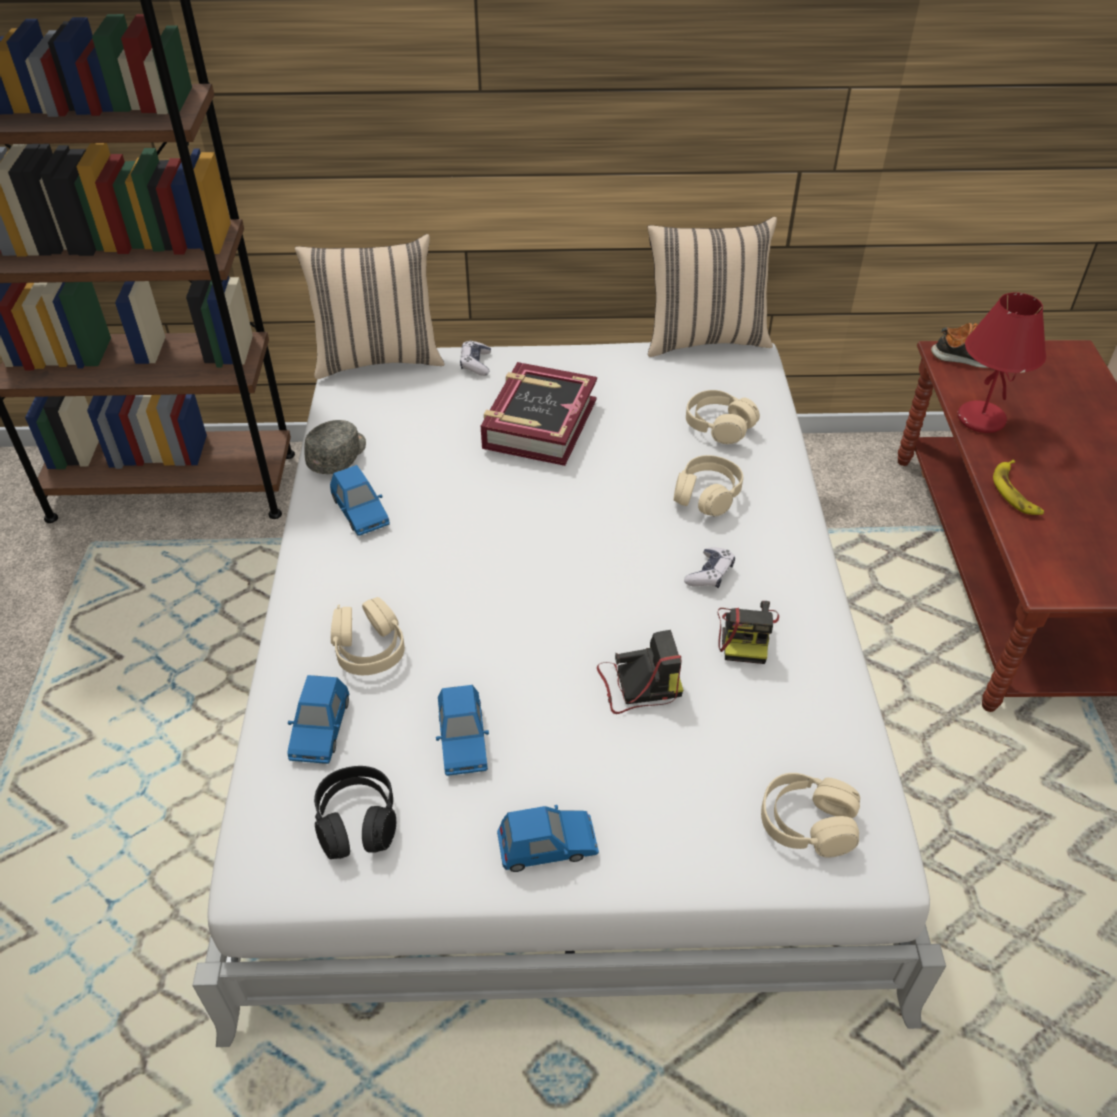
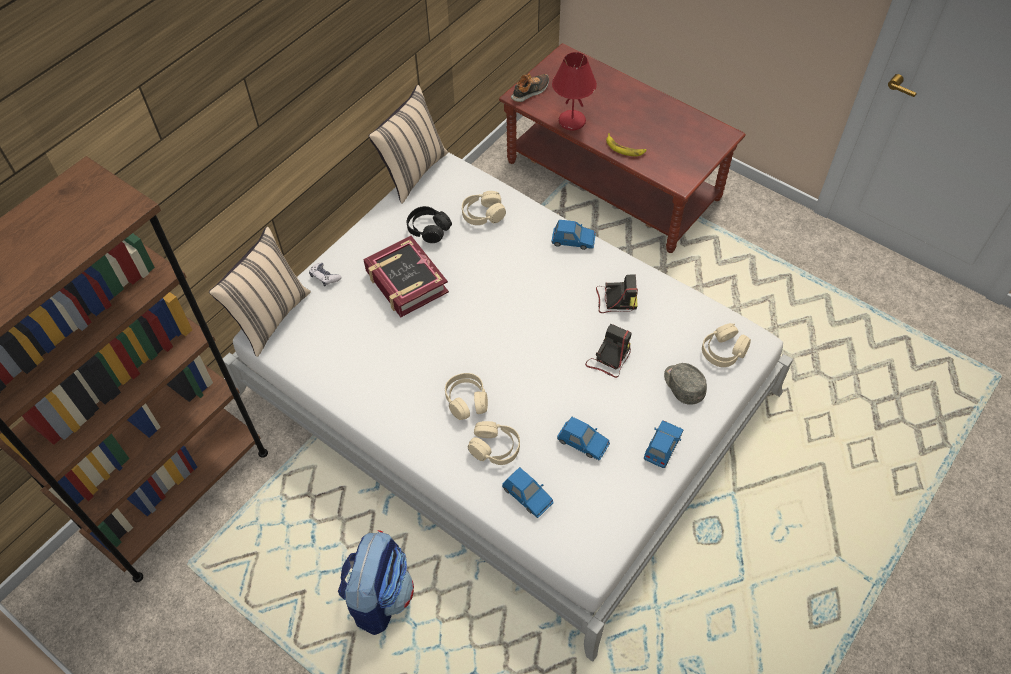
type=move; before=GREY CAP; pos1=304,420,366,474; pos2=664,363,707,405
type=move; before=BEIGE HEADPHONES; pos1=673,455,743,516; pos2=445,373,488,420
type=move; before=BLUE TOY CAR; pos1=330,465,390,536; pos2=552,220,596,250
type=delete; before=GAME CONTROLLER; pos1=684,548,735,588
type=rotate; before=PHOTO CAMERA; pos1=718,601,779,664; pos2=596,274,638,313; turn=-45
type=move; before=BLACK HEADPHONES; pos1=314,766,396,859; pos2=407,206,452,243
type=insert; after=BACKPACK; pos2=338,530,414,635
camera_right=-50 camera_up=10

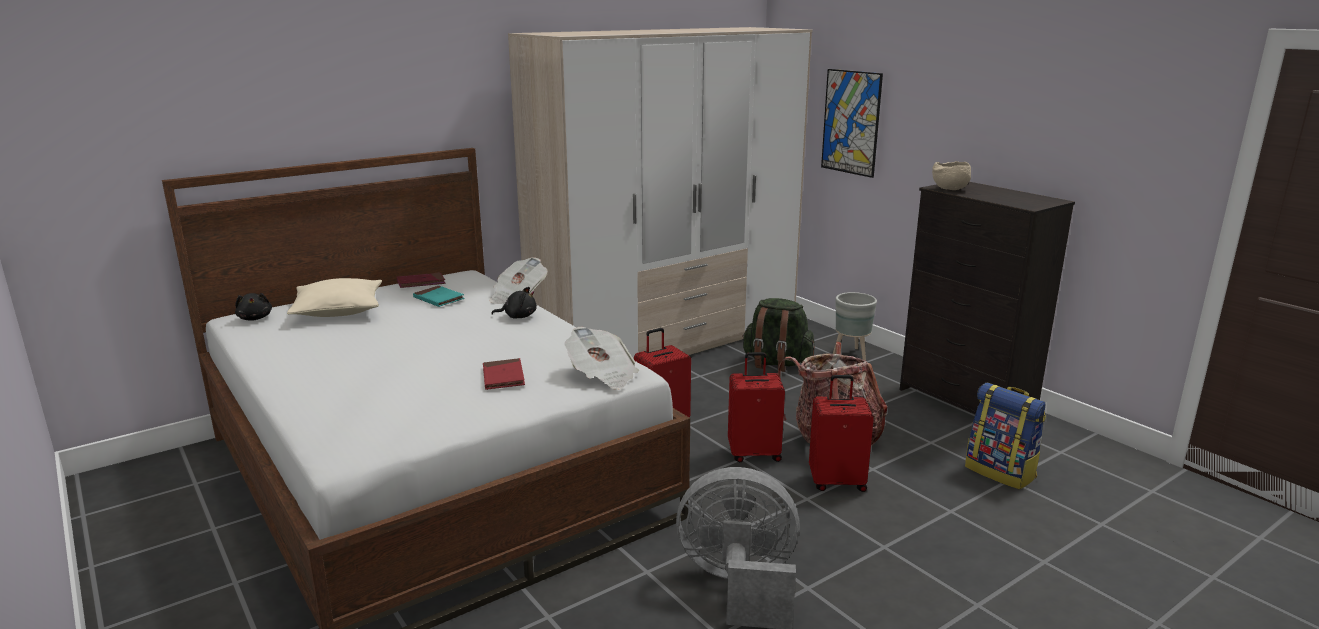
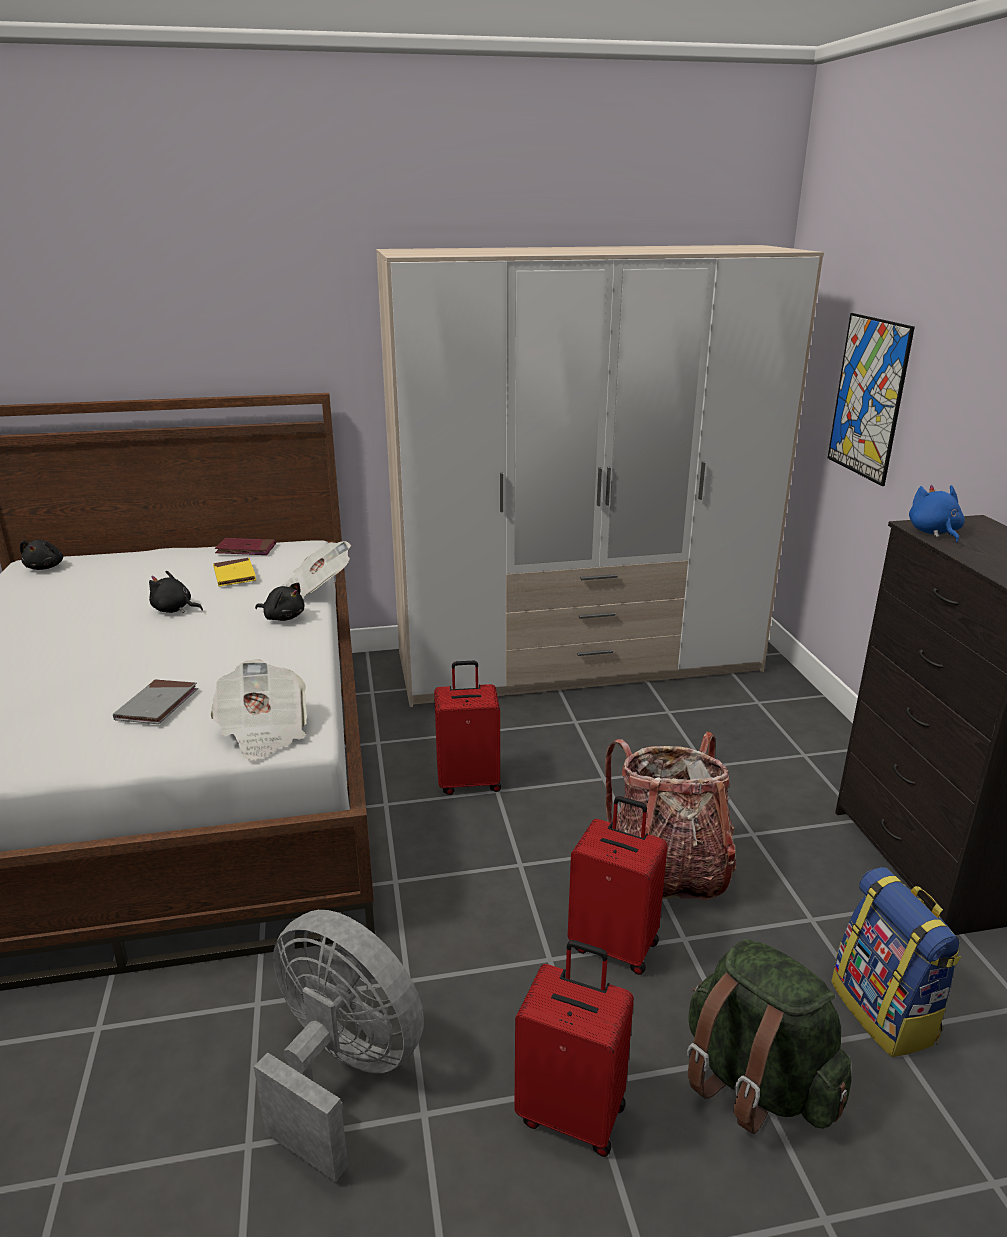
type=replace; before=BEIGE BOWL; after=BLUE PLUSH TOY; pos1=932,161,971,190; pos2=909,485,965,543
type=delete; before=BEIGE PILLOW; pos1=287,278,382,317
type=recolor; before=TURQUOISE BOOK; after=YELLOW BOOK; pos1=413,286,465,307; pos2=213,558,256,587
type=delete; before=GREY PLANTER; pos1=833,292,877,360
type=move; before=GREEN BACKPACK; pos1=742,298,815,372; pos2=687,939,852,1134
type=move; before=RED SUITCASE; pos1=728,352,785,462; pos2=514,940,634,1157
type=recolor; before=RED BOOK; after=GREY BOOK; pos1=483,358,525,390; pos2=113,679,198,724
type=insert; after=BLACK PLUSH TOY; pos2=149,571,203,613
camera_right=25 camera_up=5

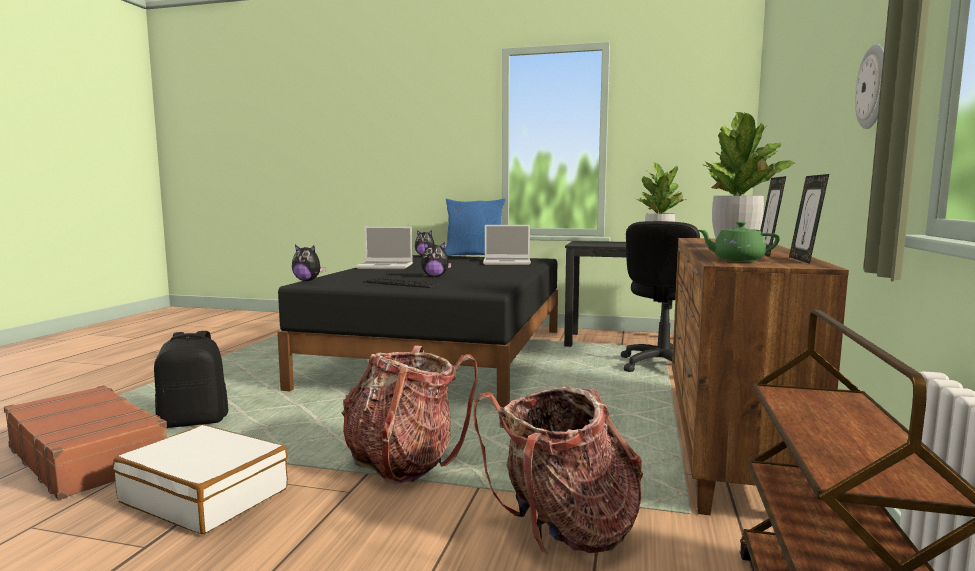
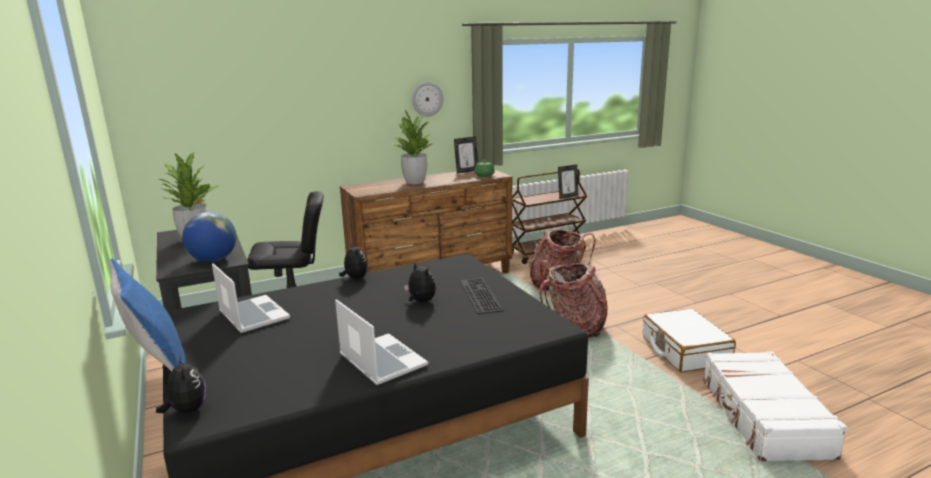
type=move; before=PICTURE FRAME; pos1=760,176,786,257; pos2=558,164,578,199
type=move; before=PLUSH TOY; pos1=292,245,326,281; pos2=339,242,368,279
type=delete; before=BLACK BACKPACK; pos1=154,331,228,428
type=recolor; before=BROWN SUITCASE; after=WHITE SUITCASE; pos1=4,385,167,500; pos2=703,351,848,461
type=insert; after=GLOBE; pos2=182,212,237,262
camera_right=-130 camera_up=10

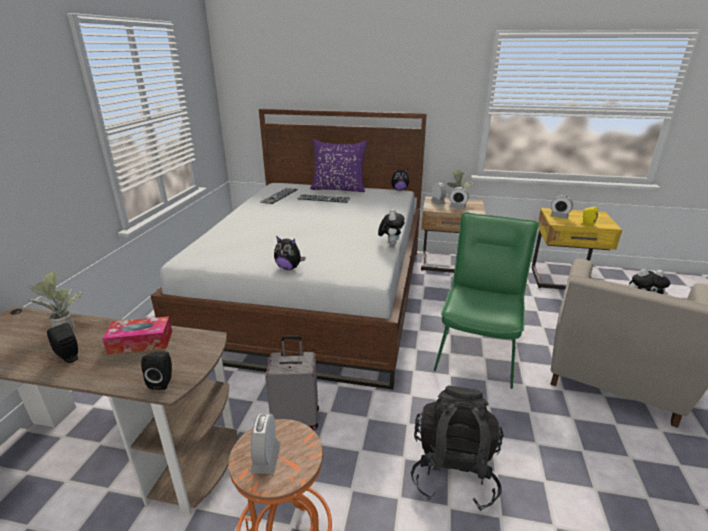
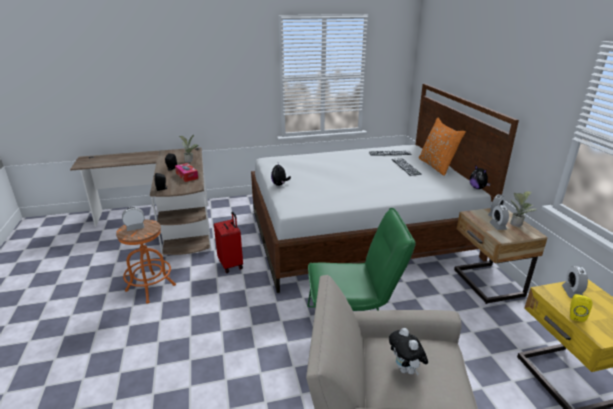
type=recolor; before=PURPLE PILLOW; after=ORANGE PILLOW; pos1=310,139,367,192; pos2=419,118,466,176
type=delete; before=PLUSH TOY; pos1=378,209,405,245
type=recolor; before=GREY SUITCASE; after=RED SUITCASE; pos1=265,335,319,430; pos2=214,212,243,273
type=delete; before=BLACK BACKPACK; pos1=411,386,504,511
camera_right=65 camera_up=0

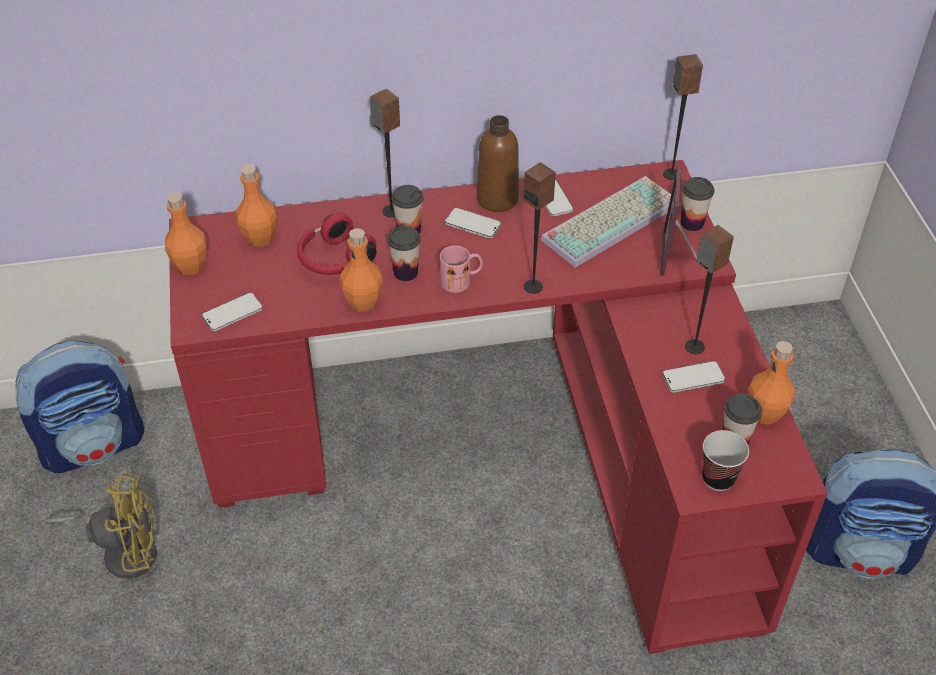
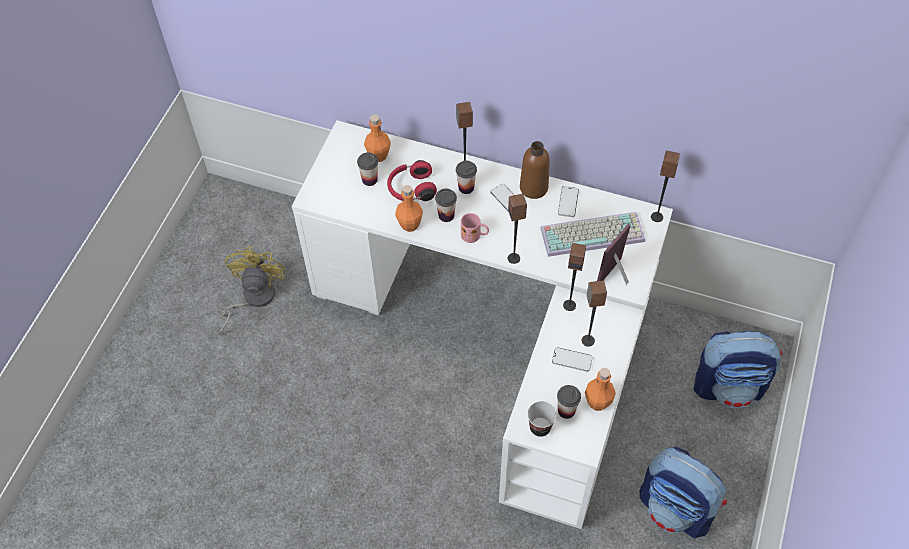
type=recolor; before=RED DESK; after=WHITE DESK; pos1=169,160,827,654; pos2=292,120,673,529
type=move; before=CUP; pos1=681,177,714,231; pos2=357,152,378,186
type=delete; before=ORANGE BOTTLE; pos1=165,192,206,275
type=delete; before=PHONE; pos1=202,293,263,331
type=move; before=BACKPACK; pos1=15,340,144,473; pos2=694,331,782,408
type=rotate; before=YELLOW FAN; pos1=44,473,157,579; pos2=219,247,285,334; turn=-105
type=insert; after=SPEAKER; pos2=563,243,586,311
camera_right=30 camera_up=10

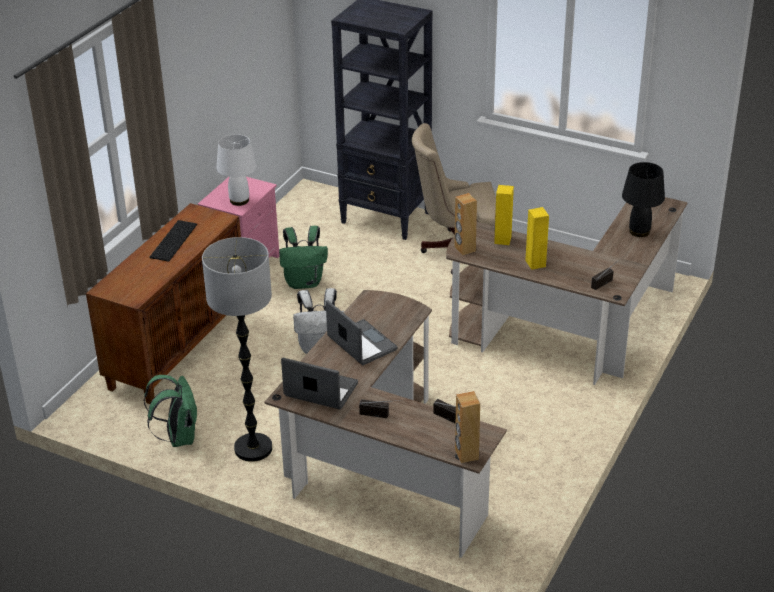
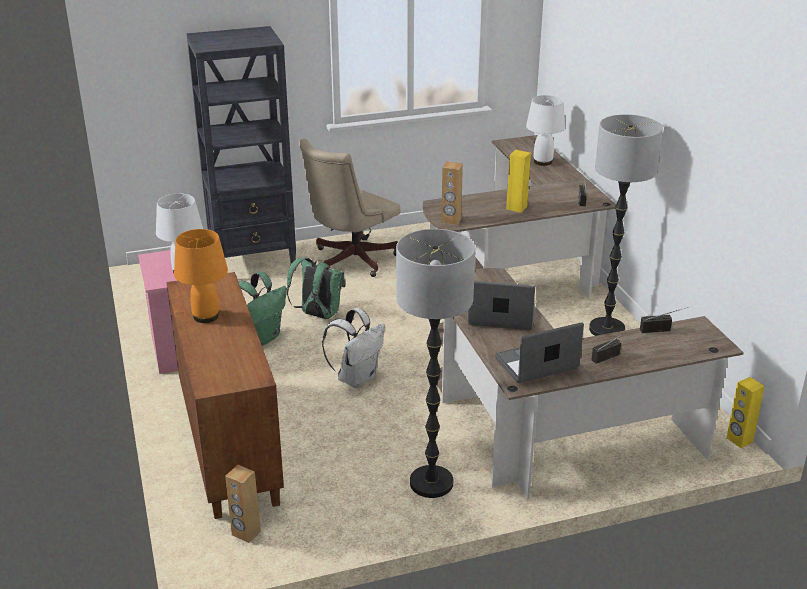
type=recolor; before=BLACK TABLE LAMP; after=WHITE TABLE LAMP; pos1=622,162,665,237; pos2=526,95,565,166
type=move; before=YELLOW SPEAKER; pos1=494,185,514,245; pos2=726,377,765,448
type=replace; before=KEYBOARD; after=ORANGE TABLE LAMP; pos1=150,220,197,262; pos2=174,229,228,323
type=move; before=GREEN BACKPACK; pos1=144,375,197,447; pos2=287,257,346,319
type=move; before=BROWN SPEAKER; pos1=455,391,480,463; pos2=225,465,261,543
type=insert; after=FLOOR LAMP; pos2=589,114,663,336
camera_right=-45 camera_up=-5

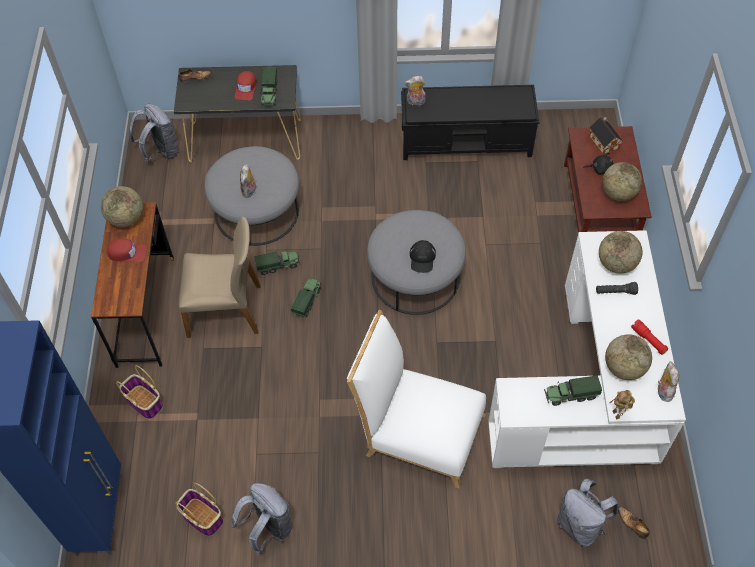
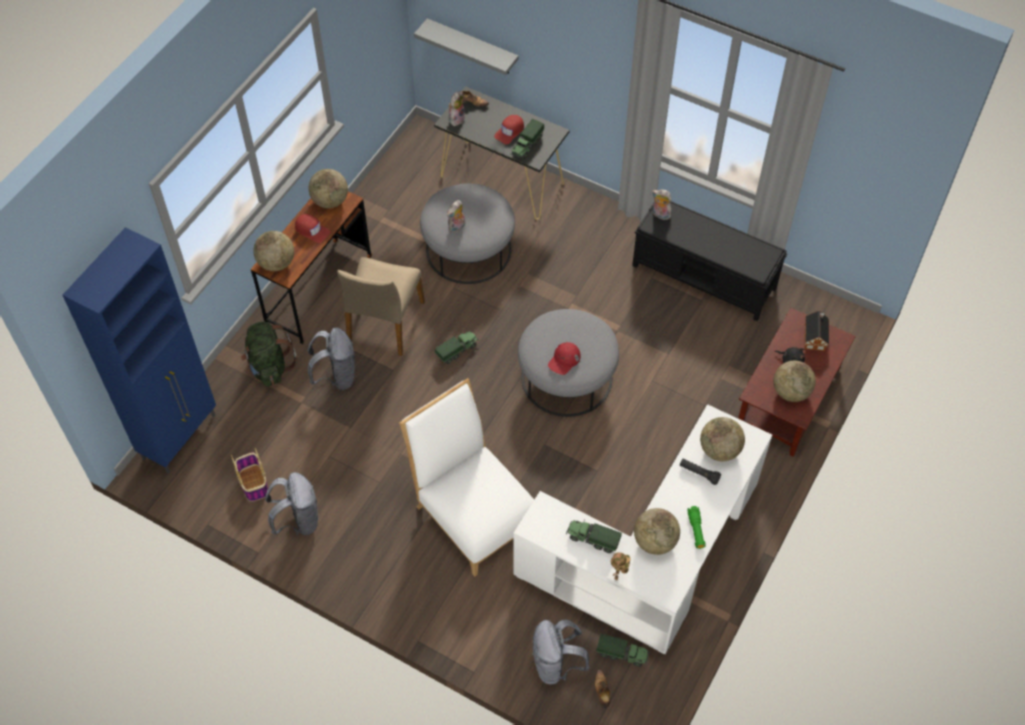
type=move; before=GREY BACKPACK; pos1=129,104,178,162; pos2=307,327,356,390
type=rotate; before=BEIGE CHAIR; pos1=179,216,261,338; pos2=337,257,425,356; turn=75
type=recolor; before=BLACK CAP; after=RED CAP; pos1=410,240,436,273; pos2=548,342,581,375
type=move; before=TOY TRUCK; pos1=254,249,300,275; pos2=597,634,650,667
type=recolor; before=RED FLASHLIGHT; after=GREEN FLASHLIGHT; pos1=631,320,668,355; pos2=687,506,705,549
type=move; before=PLUSH TOY; pos1=658,361,679,402; pos2=448,91,465,126
type=replace; before=BASKET; after=GREEN BACKPACK; pos1=116,365,163,419; pos2=241,322,297,387
type=insert; after=GREY SHELF; pos2=414,18,519,75
type=insert; after=GLOBE; pos2=253,231,294,271
camera_right=30 camera_up=0

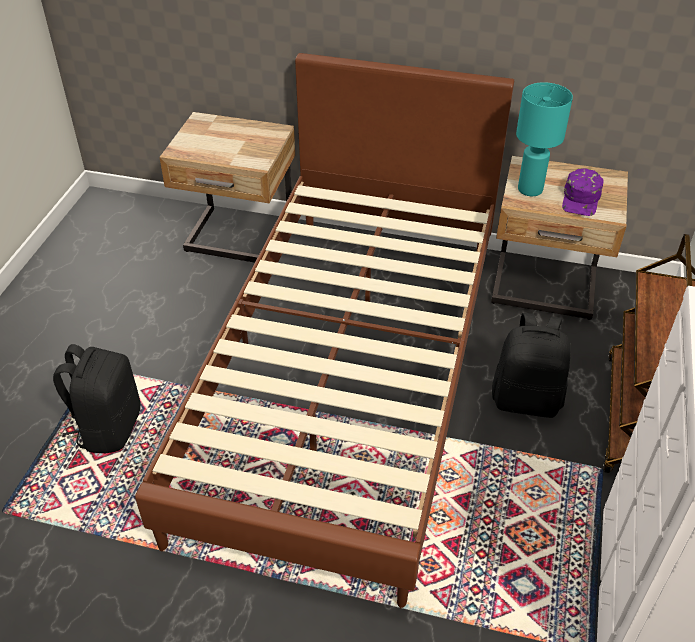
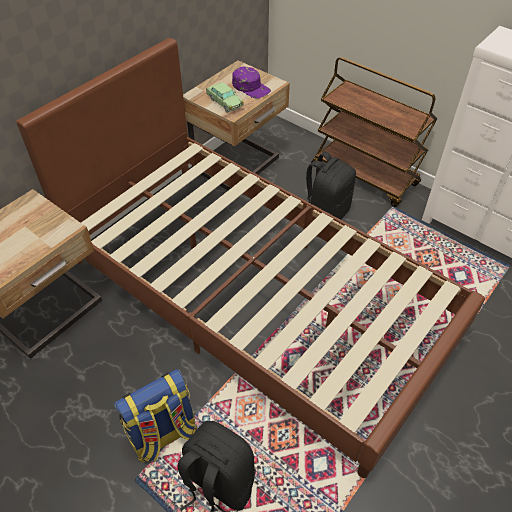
type=replace; before=TURQUOISE TABLE LAMP; after=TOY CAR; pos1=516,82,573,196; pos2=206,82,244,113
type=insert; after=BACKPACK; pos2=114,369,197,462
camera_right=-65 camera_up=5

